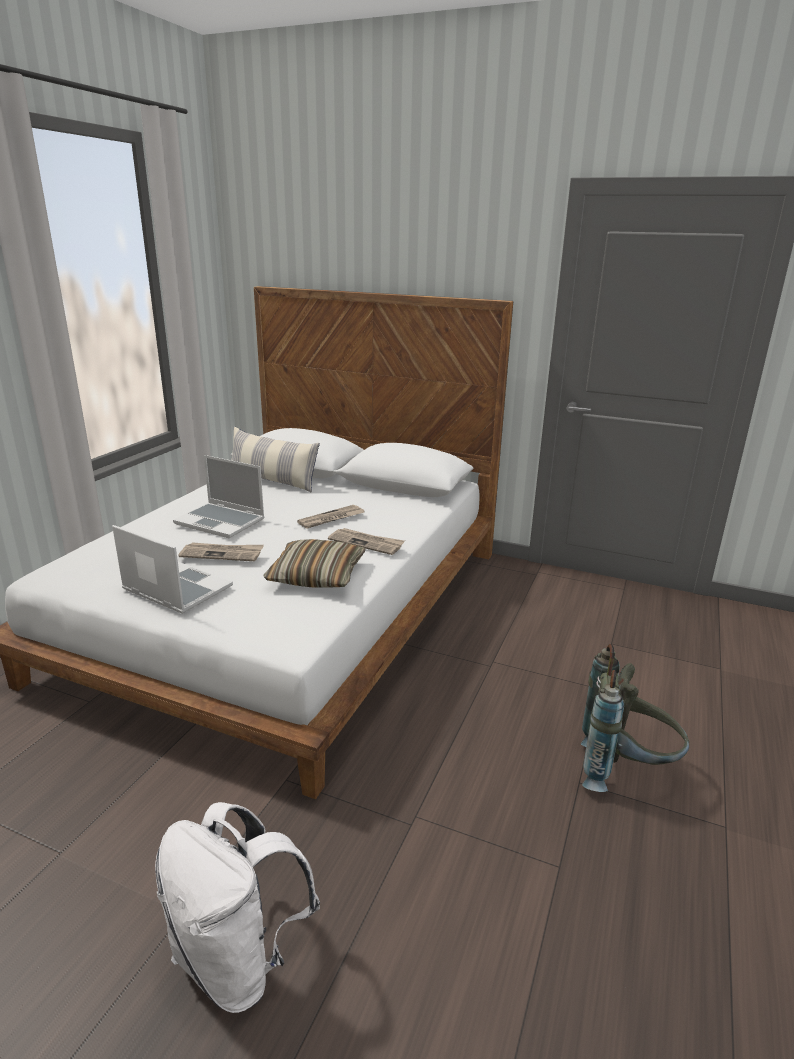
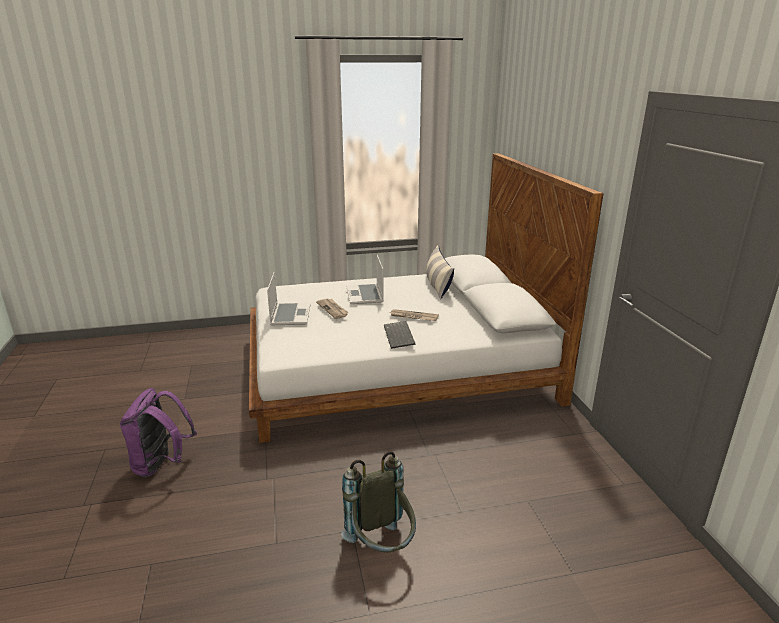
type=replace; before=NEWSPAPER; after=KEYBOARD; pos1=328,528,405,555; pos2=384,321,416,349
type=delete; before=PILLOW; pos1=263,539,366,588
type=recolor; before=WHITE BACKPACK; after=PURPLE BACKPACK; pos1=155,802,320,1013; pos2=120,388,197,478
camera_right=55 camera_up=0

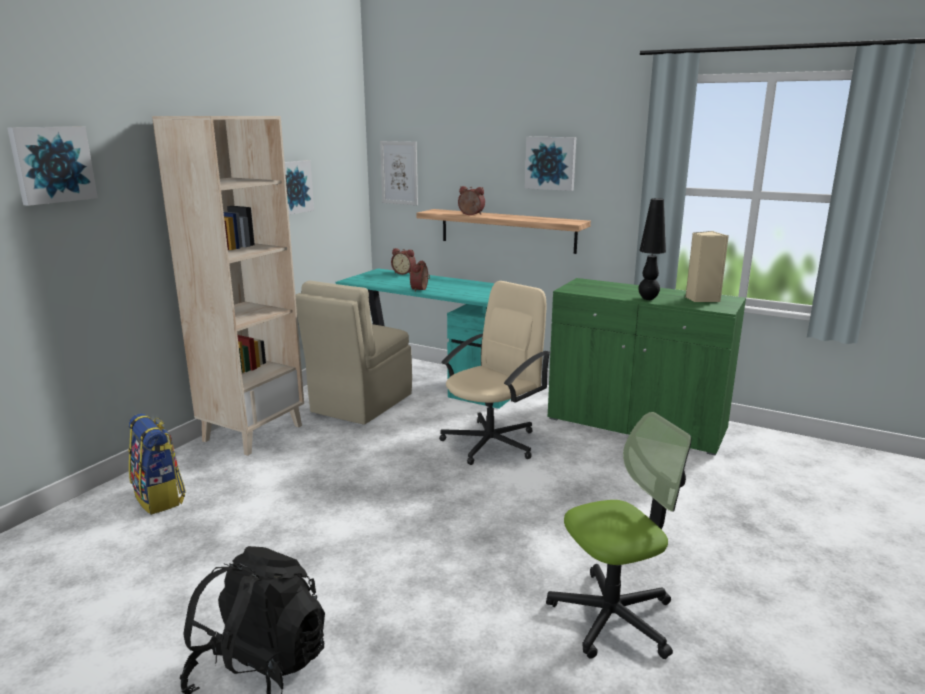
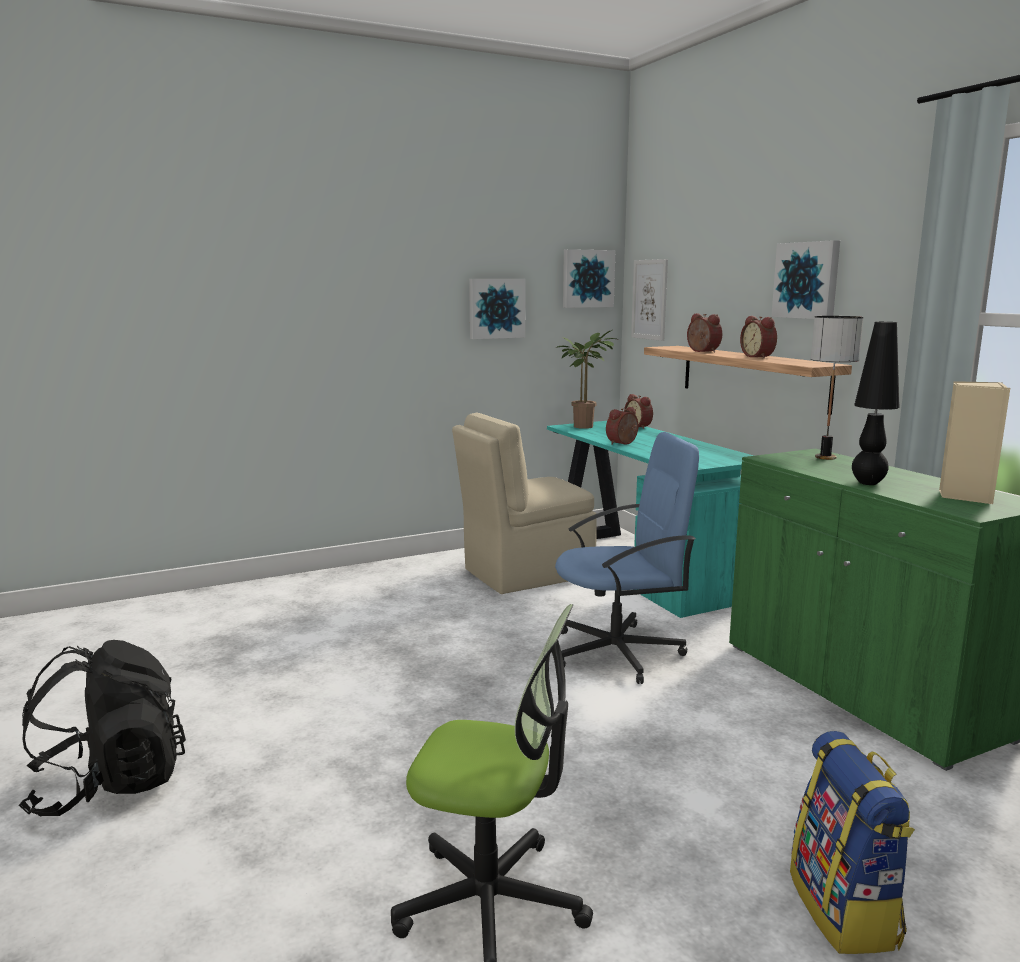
type=delete; before=BEIGE BOOKCASE; pos1=152,116,304,456
type=move; before=PICTURE; pos1=7,127,98,206; pos2=563,249,615,308
type=recolor; before=BEIGE OFFICE CHAIR; after=BLUE OFFICE CHAIR; pos1=439,281,551,465; pos2=555,432,699,684
type=move; before=BACKPACK; pos1=128,414,186,515; pos2=790,731,915,954
type=insert; after=ALARM CLOCK; pos2=740,316,777,358
type=insert; after=TABLE LAMP; pos2=811,316,864,460
type=insert; after=POTTED PLANT; pos2=556,330,616,429
camera_right=35 camera_up=-5

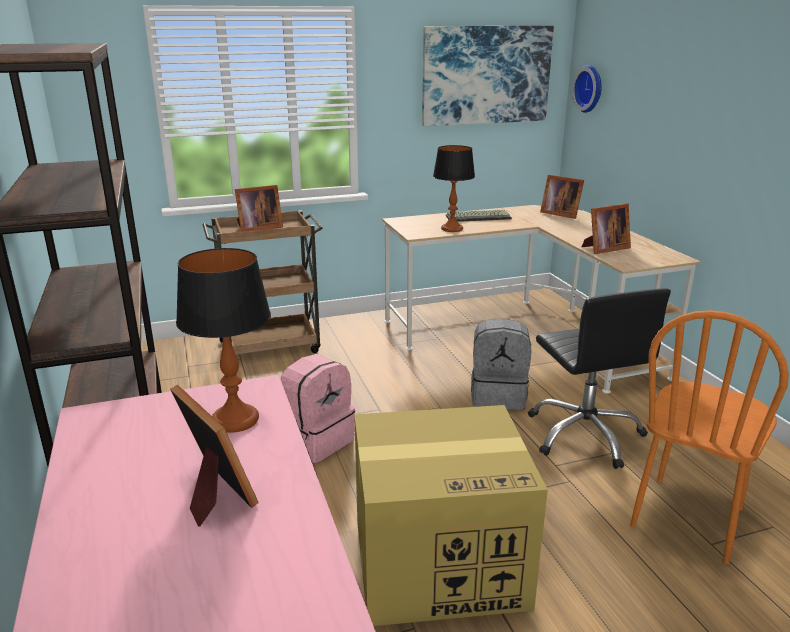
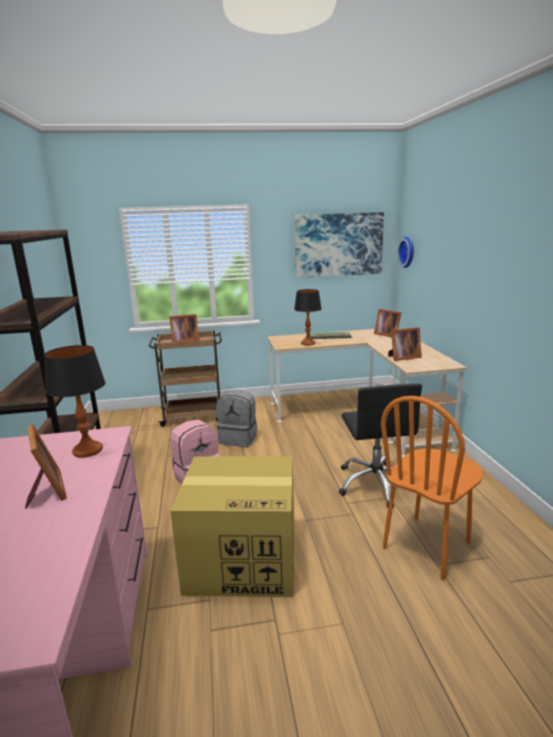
type=move; before=GREY BACKPACK; pos1=471,318,531,410; pos2=216,390,257,447
camera_right=10 camera_up=-5

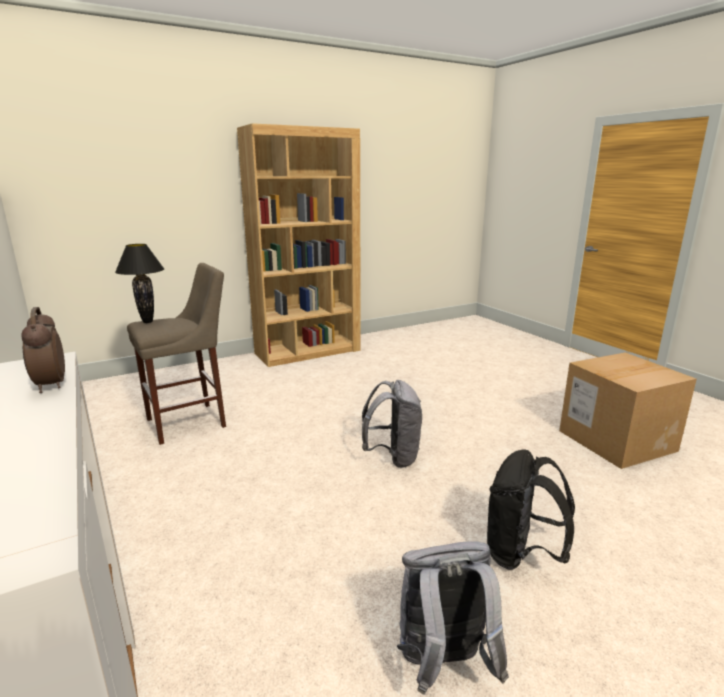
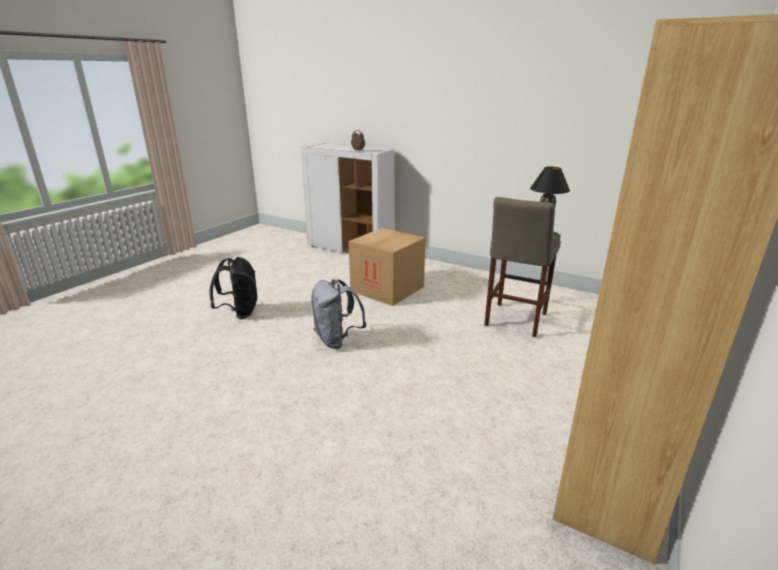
type=move; before=CARDBOARD BOX; pos1=559,352,697,469; pos2=348,228,426,306
type=delete; before=GREY BACKPACK; pos1=397,541,509,695
camera_right=150 camera_up=5

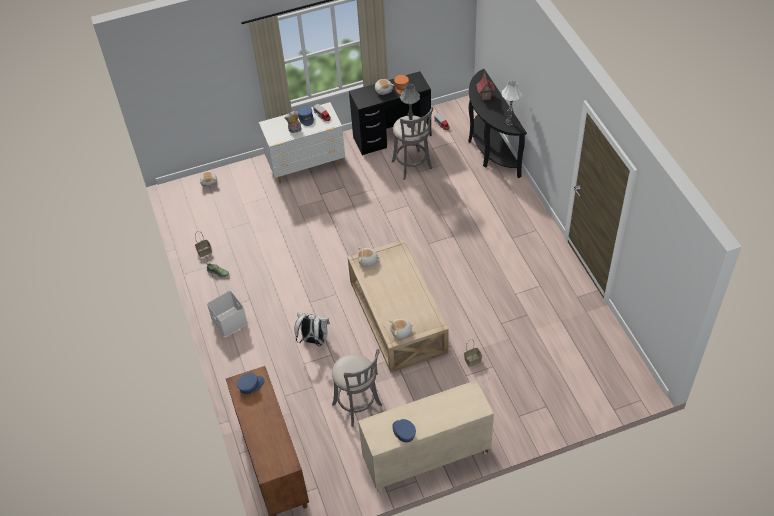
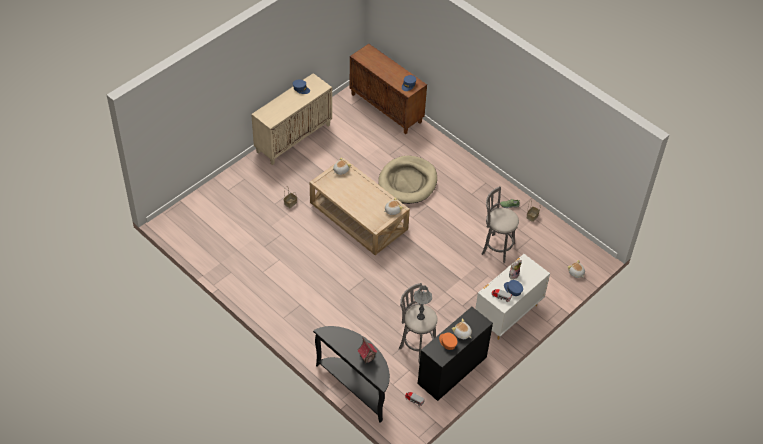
type=delete; before=WHITE TABLE LAMP; pos1=502,80,522,125
type=delete; before=WHITE STORAGE BOX; pos1=207,291,248,337
type=replace; before=WHITE BACKPACK; after=BEIGE DOG BED; pos1=294,312,330,346; pos2=378,155,437,204
type=move; before=GREY STOOL; pos1=332,349,382,427; pos2=482,186,519,263
camera_right=150 camera_up=0

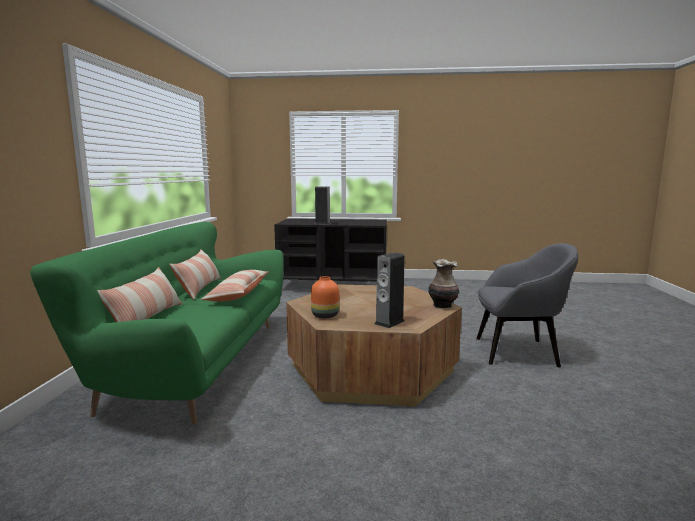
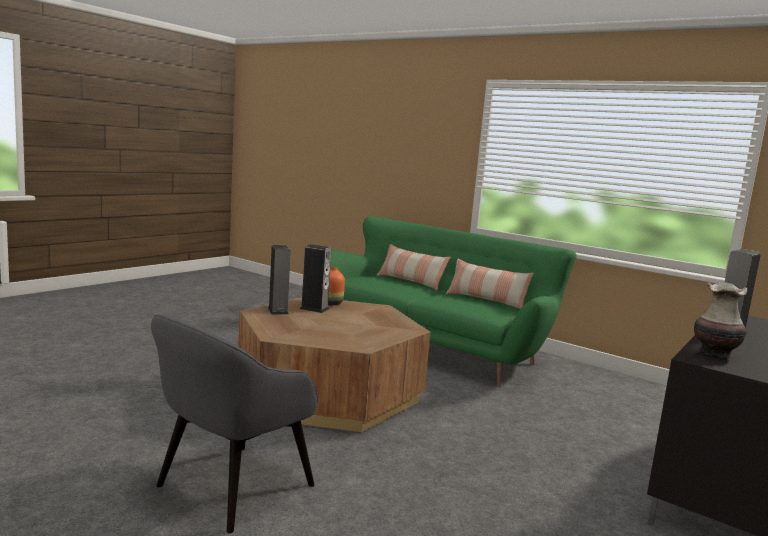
type=move; before=VASE; pos1=428,259,459,308; pos2=694,282,747,358
type=delete; before=PILLOW; pos1=201,270,269,302
type=insert; after=SPEAKER; pos2=300,244,331,313
camera_right=120 camera_up=0

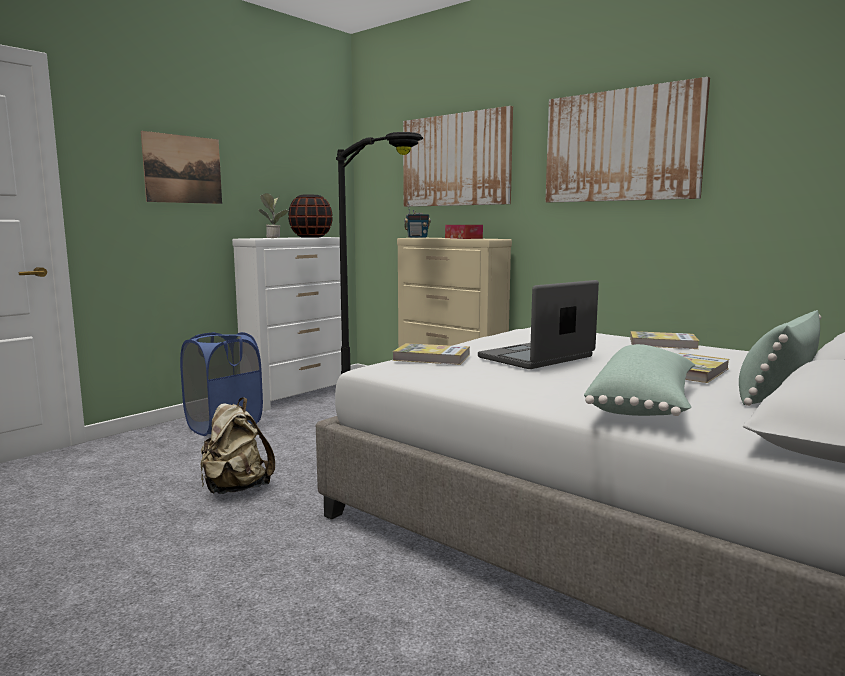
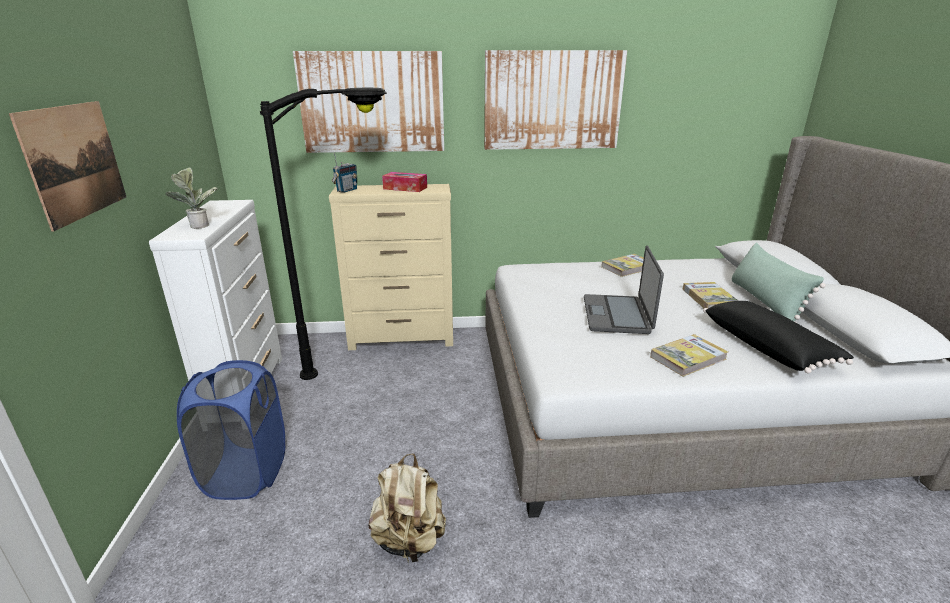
type=delete; before=BLACK VASE; pos1=288,195,333,238
type=move; before=BOOK; pos1=393,343,470,365; pos2=650,334,728,377
type=recolor; before=GREEN PILLOW; after=BLACK PILLOW; pos1=584,344,695,416; pos2=703,301,854,374
camera_right=-45 camera_up=15

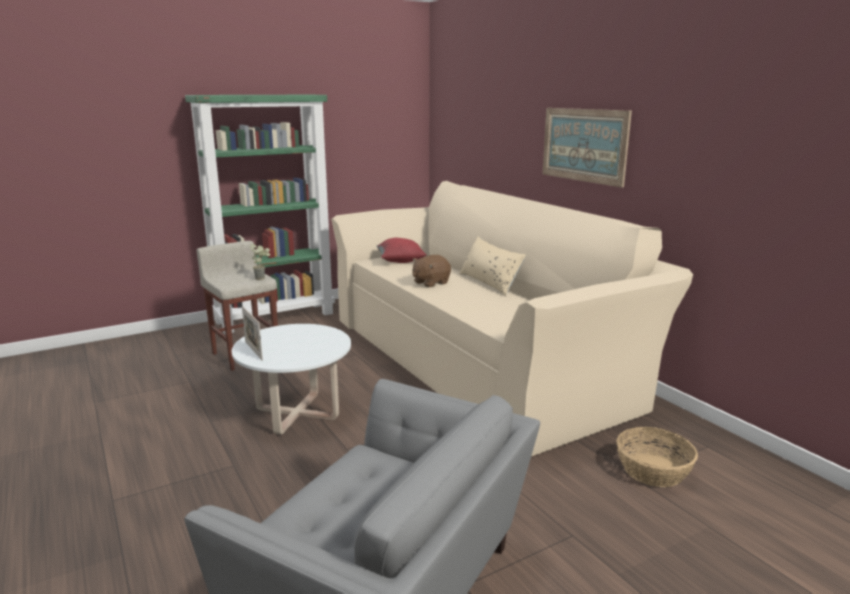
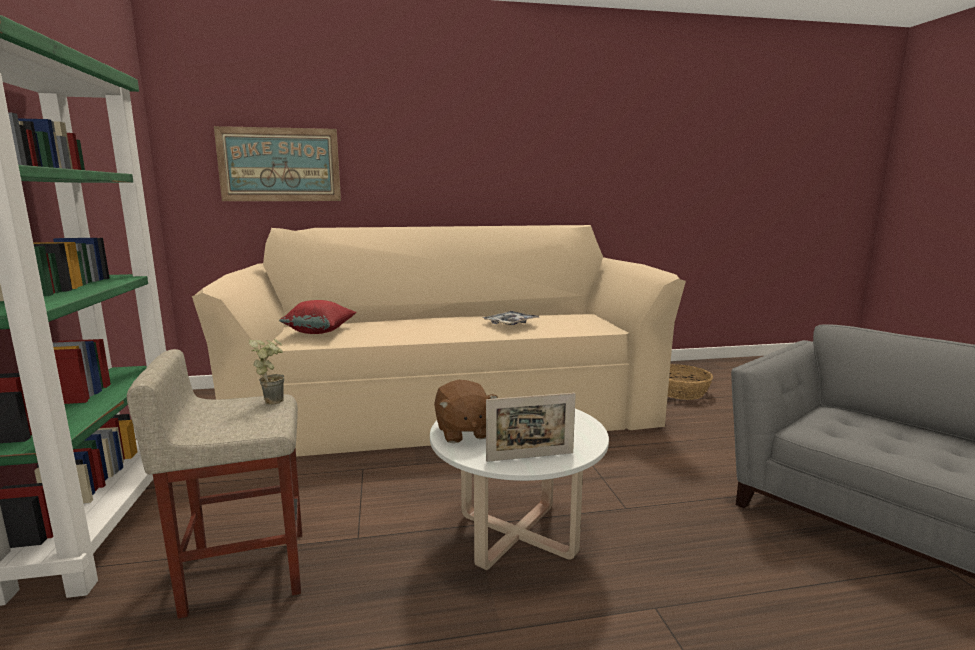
type=move; before=PICTURE; pos1=542,108,632,188; pos2=214,126,341,201
type=delete; before=BEIGE PILLOW; pos1=459,237,526,296
type=move; before=BROWN PLUSH TOY; pos1=412,255,451,287; pos2=434,380,498,443
type=insert; after=TRAY; pos2=482,311,540,325
camera_right=-70 camera_up=-5

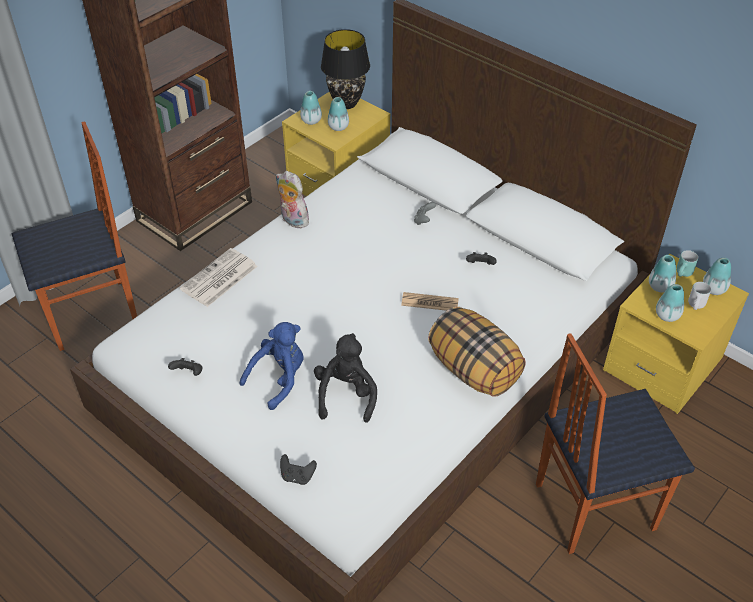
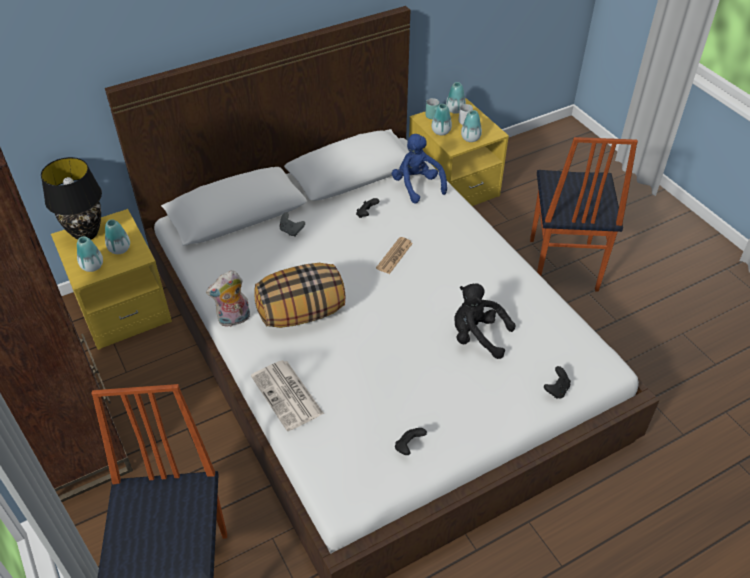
type=move; before=PILLOW; pos1=428,307,525,397; pos2=254,263,346,328
type=move; before=BLUE PLUSH TOY; pos1=239,322,304,410; pos2=392,134,447,203
camera_right=-70 camera_up=0

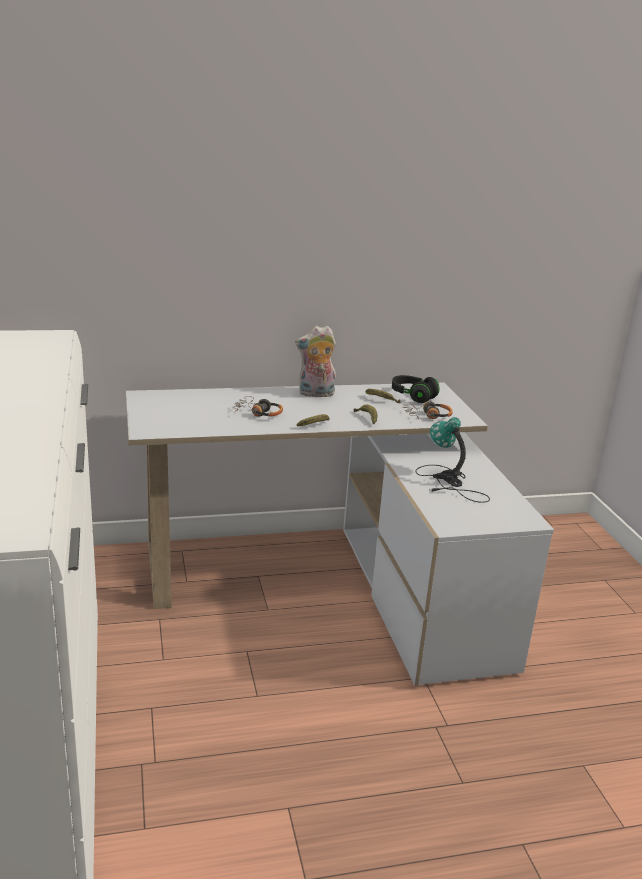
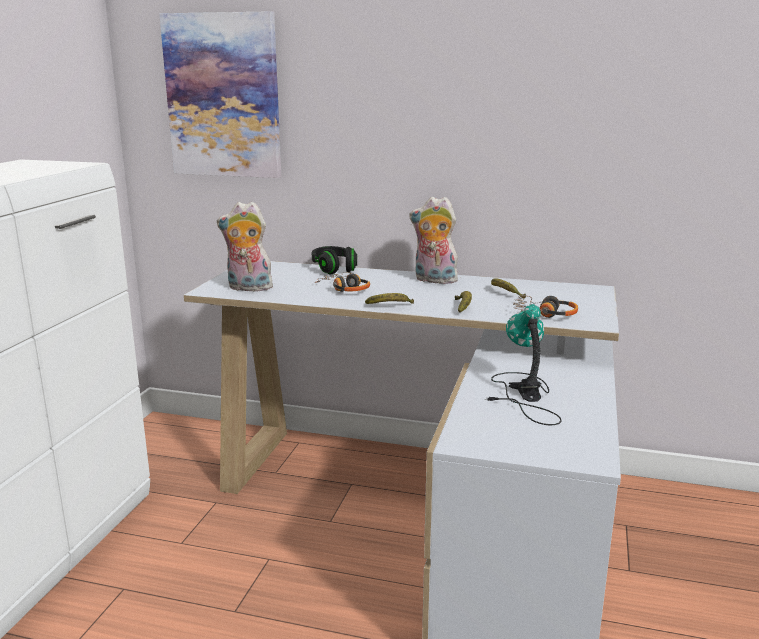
type=move; before=BLACK HEADPHONES; pos1=392,375,440,403; pos2=312,246,357,274
type=insert; after=PICTURE; pos2=159,11,281,178
type=insert; after=PLUSH TOY; pos2=217,202,273,291
camera_right=30 camera_up=-5

